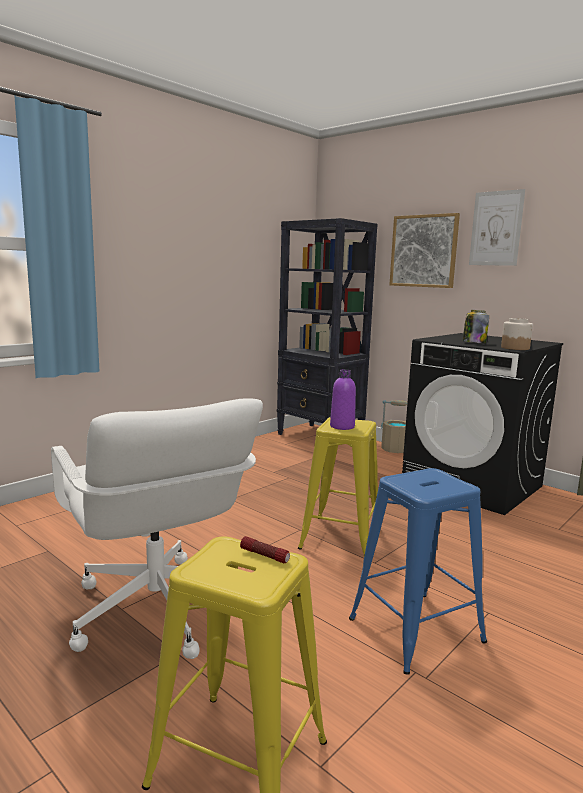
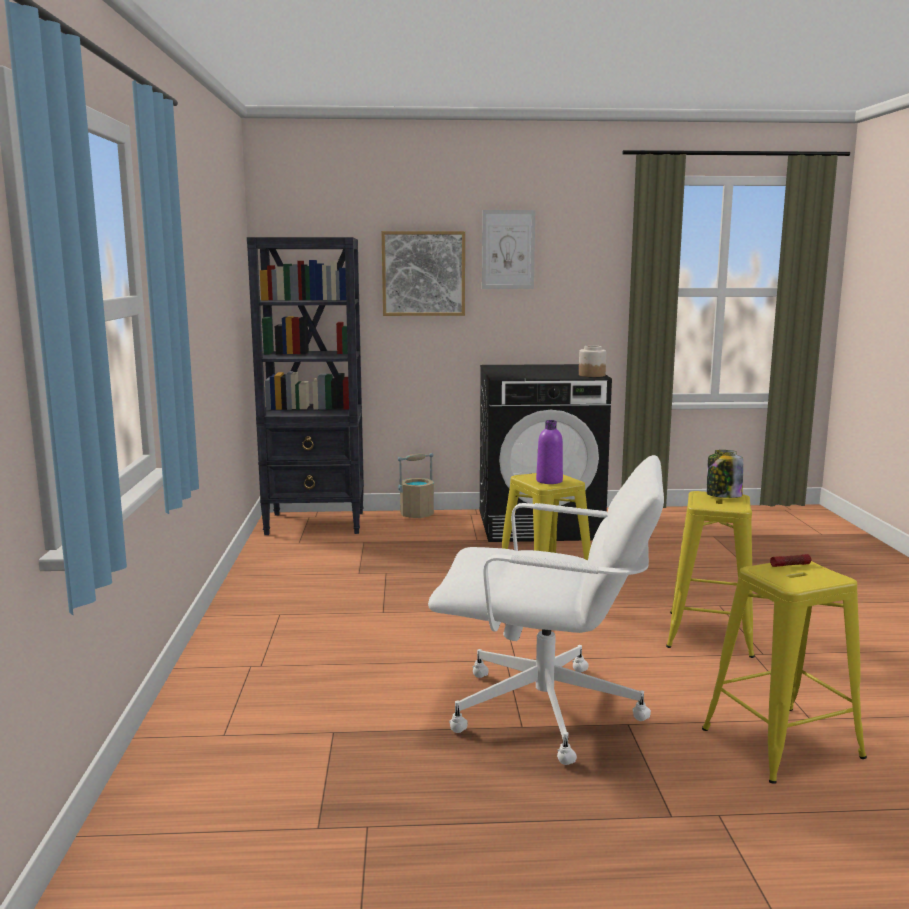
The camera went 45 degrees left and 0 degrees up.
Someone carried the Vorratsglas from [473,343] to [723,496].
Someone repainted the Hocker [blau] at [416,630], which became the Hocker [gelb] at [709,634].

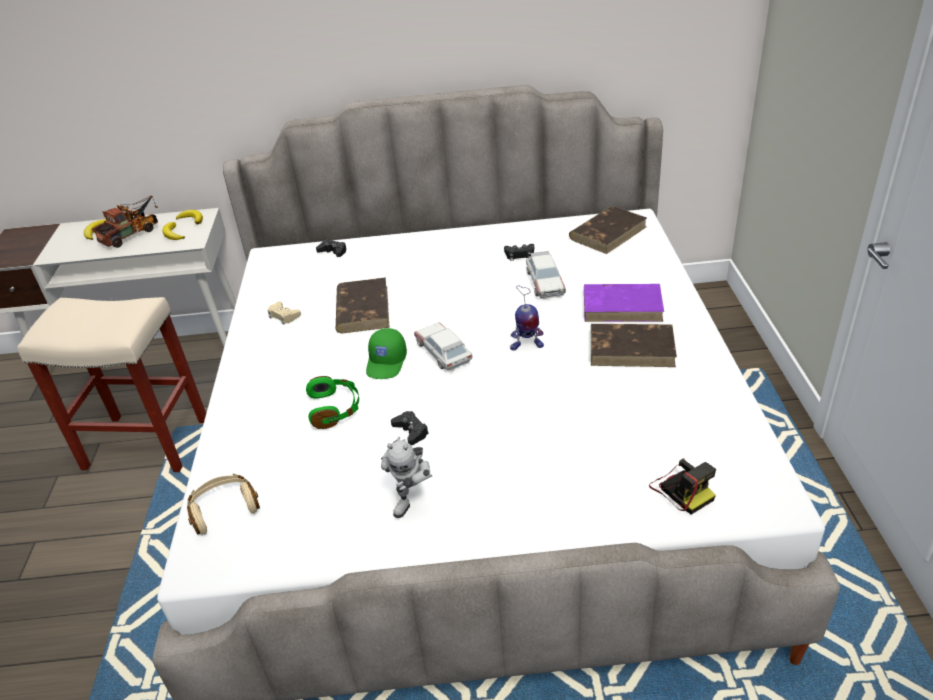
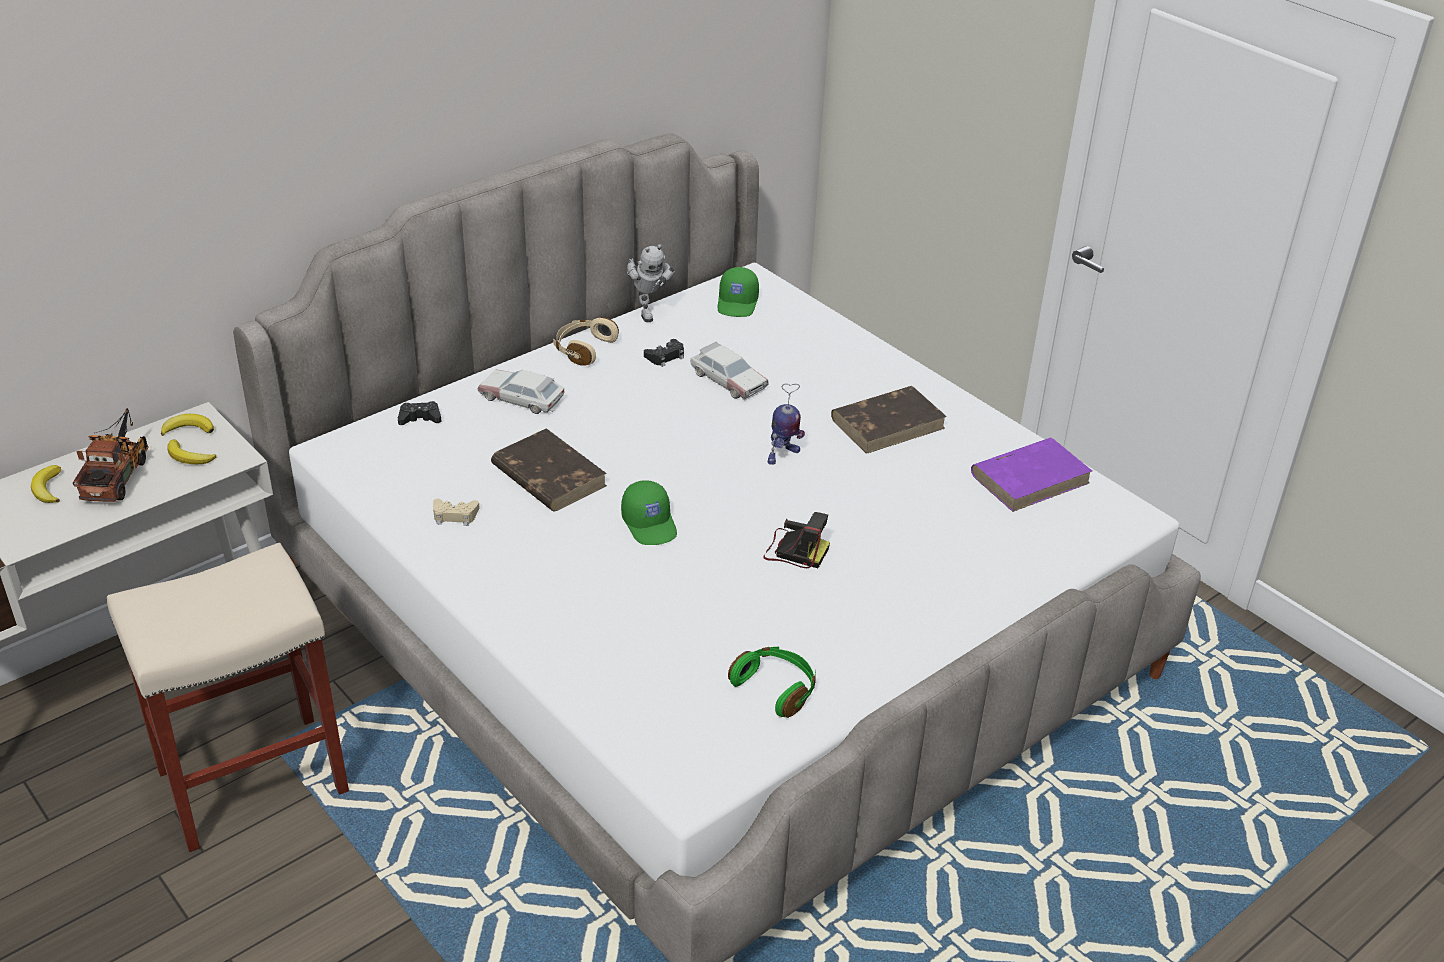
The camera went 40 degrees left and 0 degrees up.
Someone swapped the Buch [braun] at [608,232] for the Kappe [grün] at [738,303].
Someone carried the Buch [lila] from [623,306] to [1030,478].
Someone carried the Spielzeugauto from [444,352] to [522,398].
Someone carried the Kopfhörer [grün] from [335,409] to [776,688].
Someone took away the Gamepad [schwarz] at [411,431].
Someone carried the Spielzeugroboter from [413,498] to [647,310].
Someone carried the Kamera from [681,490] to [794,551].
Someone carried the Kopfhörer [beige] from [224,509] to [583,349].

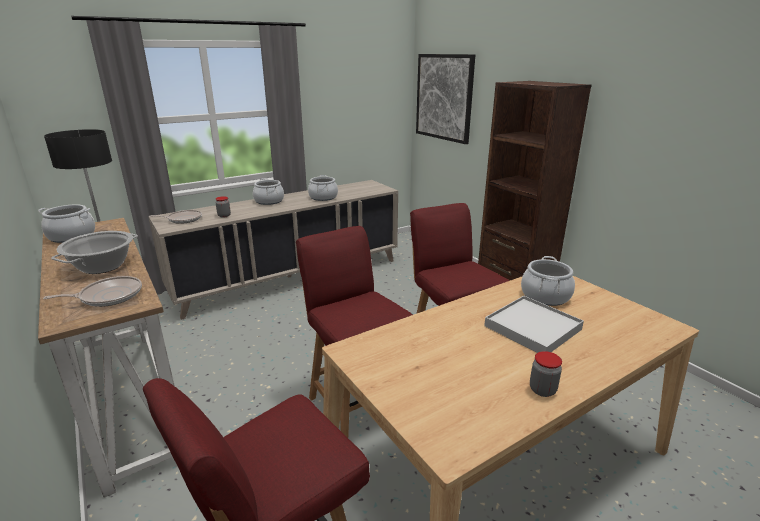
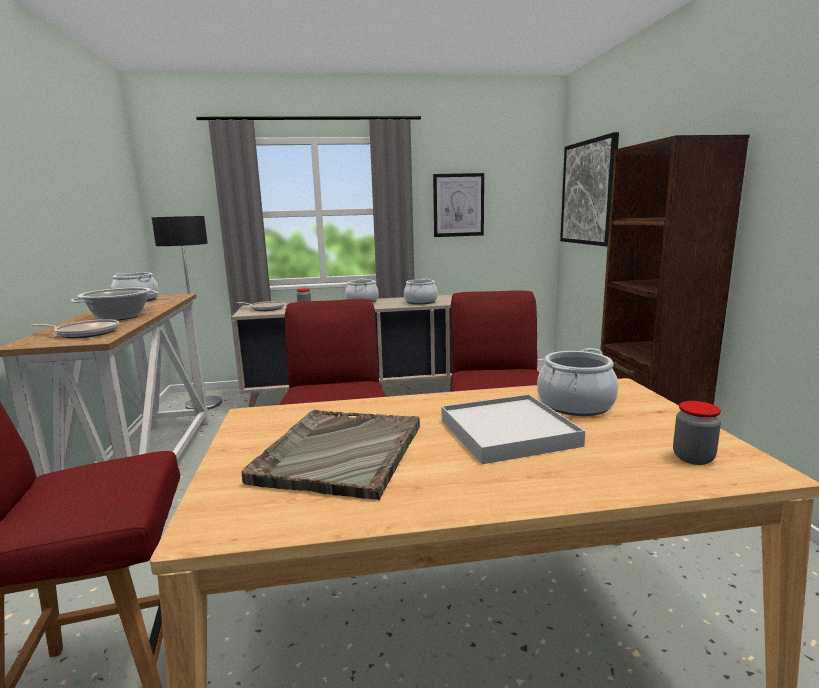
The camera went 25 degrees right and 10 degrees down.
Someone carried the Vorratsglas from [542,390] to [693,458].
Someone put up the Bild at [458,205].
Someone put down the Tablett [grau] at [339,453].

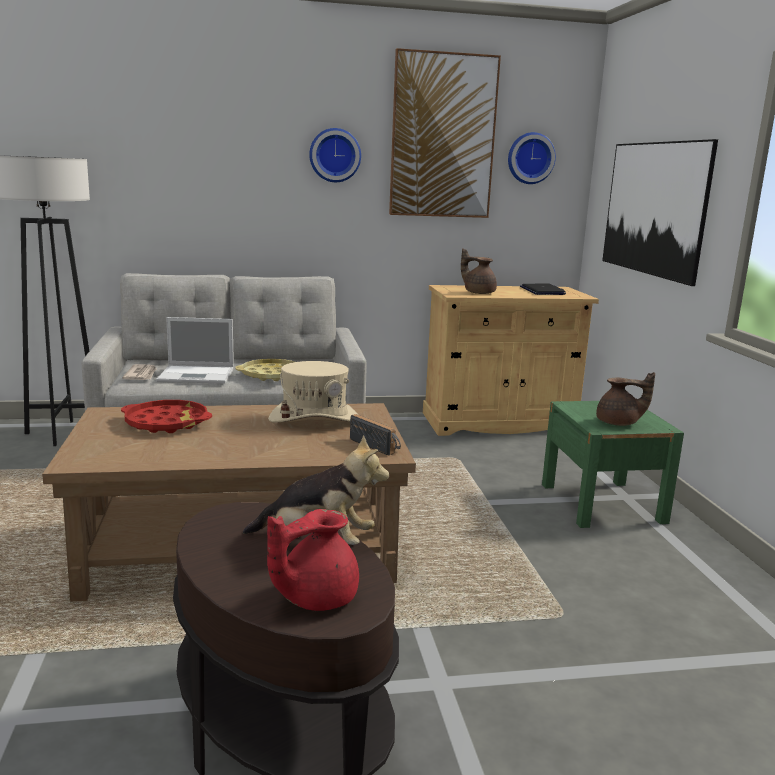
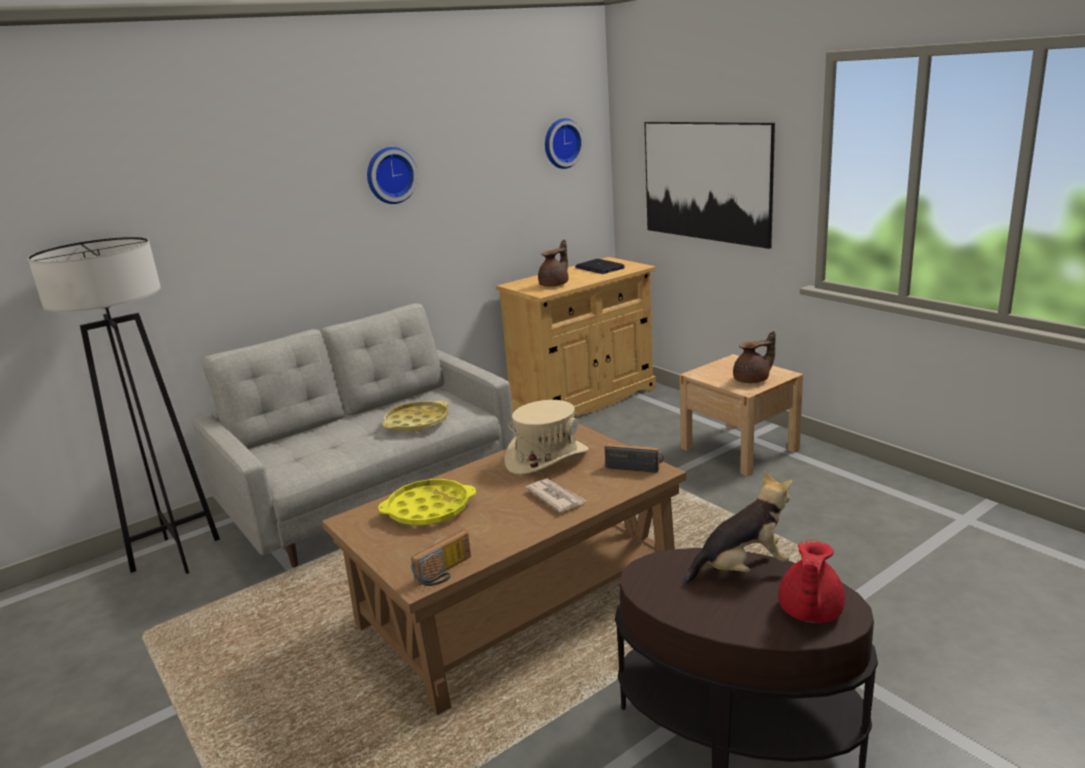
The camera went 25 degrees left and 5 degrees up.
Someone took away the Bild at [443,136].
Someone rotated the Teekanne [braun] at [478,292] by 120 degrees clockwise.
Someone took away the Laptop at [198,375].
Someone carried the Zeitung from [141,375] to [556,497].
Someone repainted the Tablett [rot] at [166,423], which became the Tablett [gelb] at [429,509].
Someone repainted the Nachttisch [grün] at [602,503], which became the Nachttisch [beige] at [739,449].
Someone put down the Radio at [445,573].

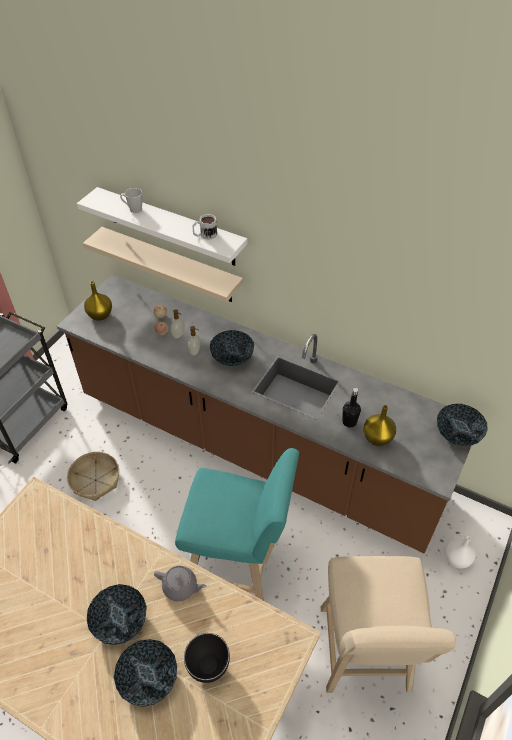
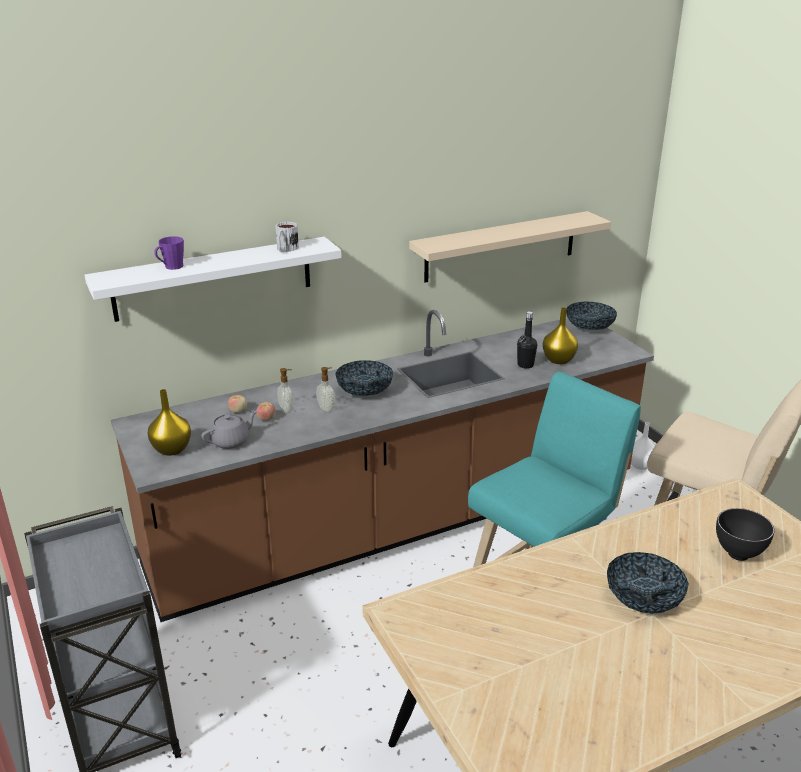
The camera went 55 degrees left and 20 degrees down.
Someone repainted the Henkelbecher [grau] at [133,209], which became the Henkelbecher [lila] at [171,267].
Someone carried the Wandregal [beige] from [171,265] to [501,246].
Someone took away the Korb at [96,480].
Someone carried the Teekanne [grau] from [180,587] to [231,441].
Someone took away the Schüssel at [148,678].

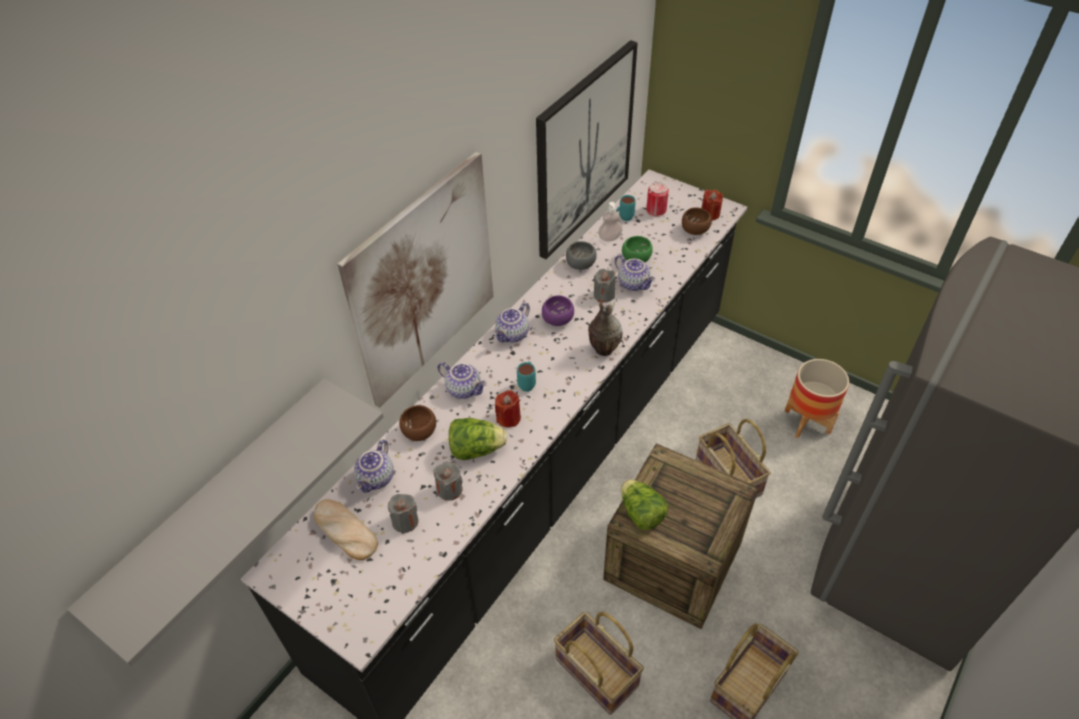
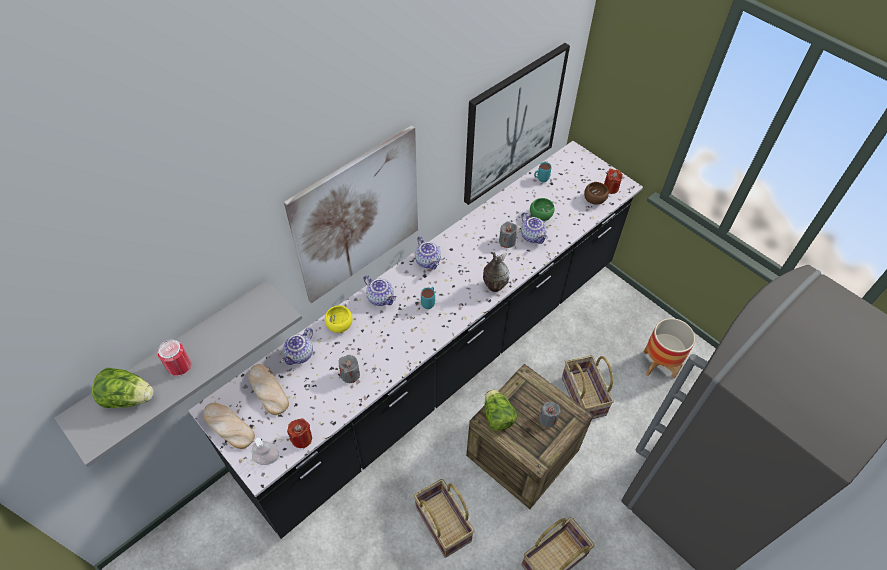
The camera went 10 degrees right and 5 degrees up.
Someone carried the Dose from [656,210] to [179,366].
Someone carried the Seifenspender from [610,238] to [267,459].
Someone took away the Schüssel [grau] at [581,264].
Someone took away the Schüssel [lila] at [558,320].
Someone rotated the Teekanne at [513,335] by 75 degrees counterclockwise.
Someone carried the Kerze [rot] from [508,418] to [302,438].
Someone repainted the Schüssel [braun] at [420,431], which became the Schüssel [gelb] at [340,324].
Someone carried the Salatkopf from [476,449] to [129,397].
Someone carried the Kerze [grau] from [405,521] to [548,419].
Someone put down the Brot at [228,426].

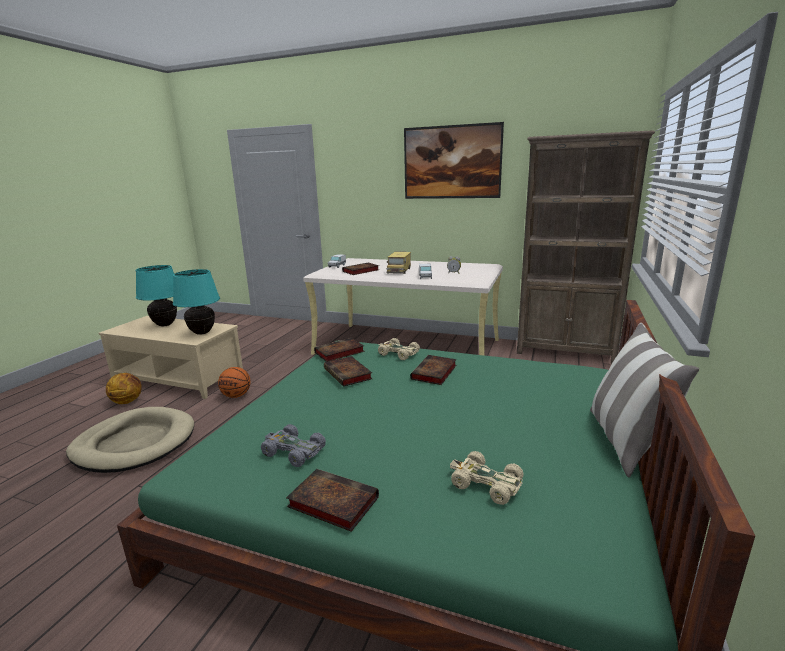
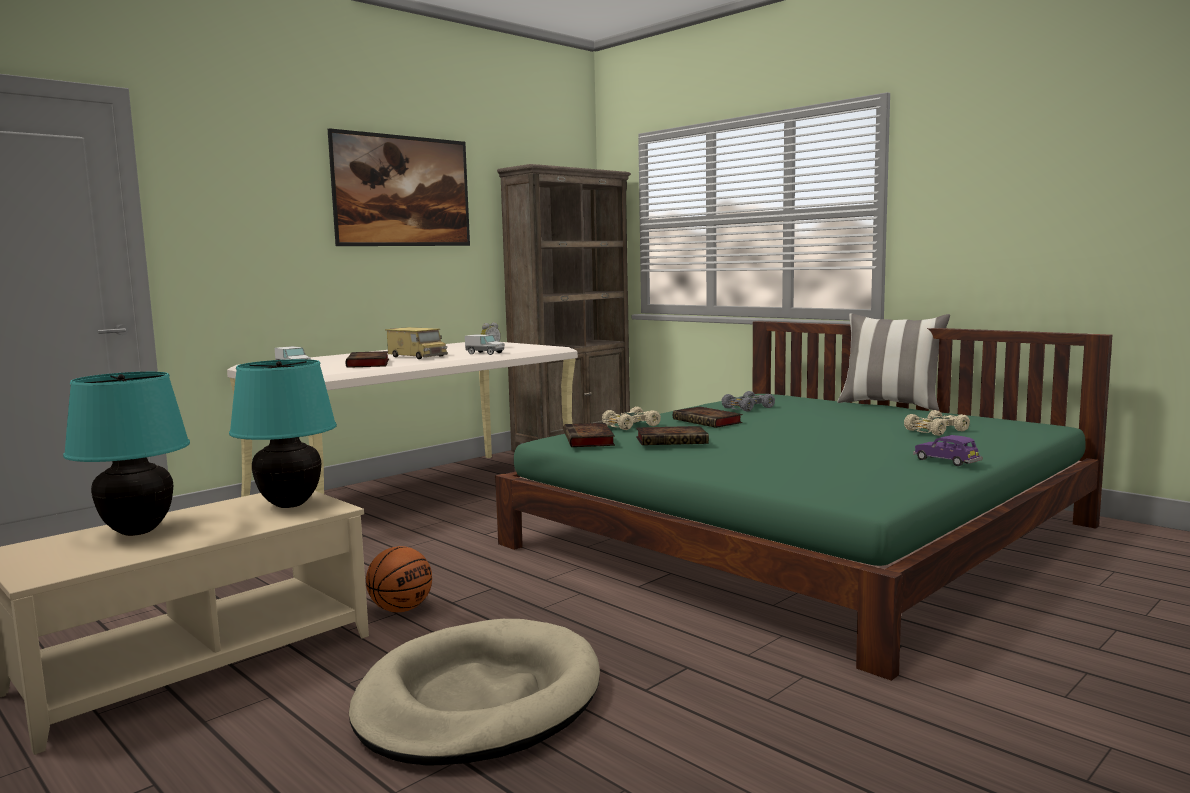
The camera went 65 degrees left and 10 degrees down.
Someone took away the Basketball at [127,401].
Someone carried the Spielzeugauto [grau] from [293,451] to [747,408].
Someone swapped the Buch at [331,502] for the Spielzeugauto [lila] at [946,462].

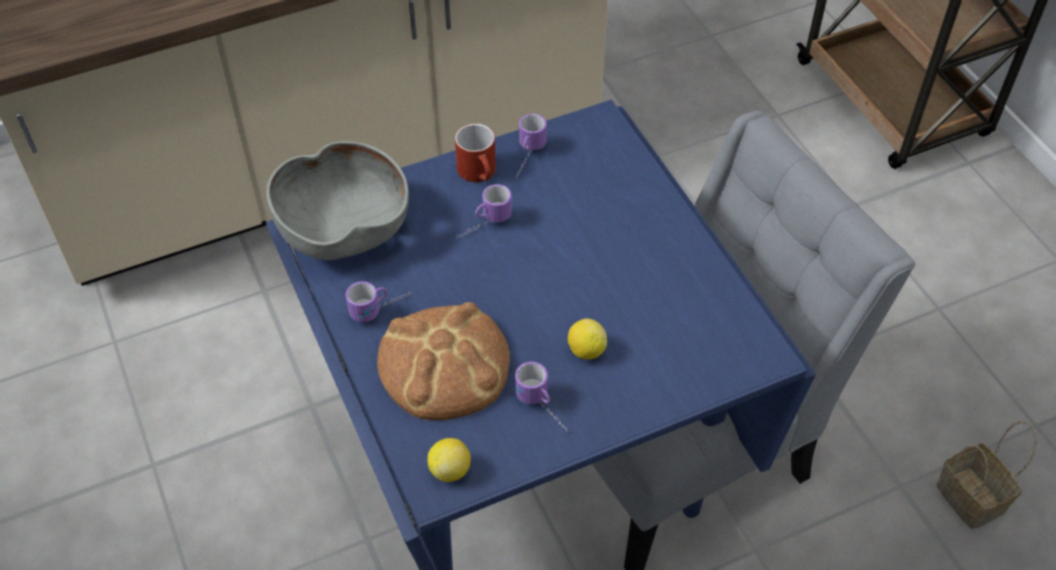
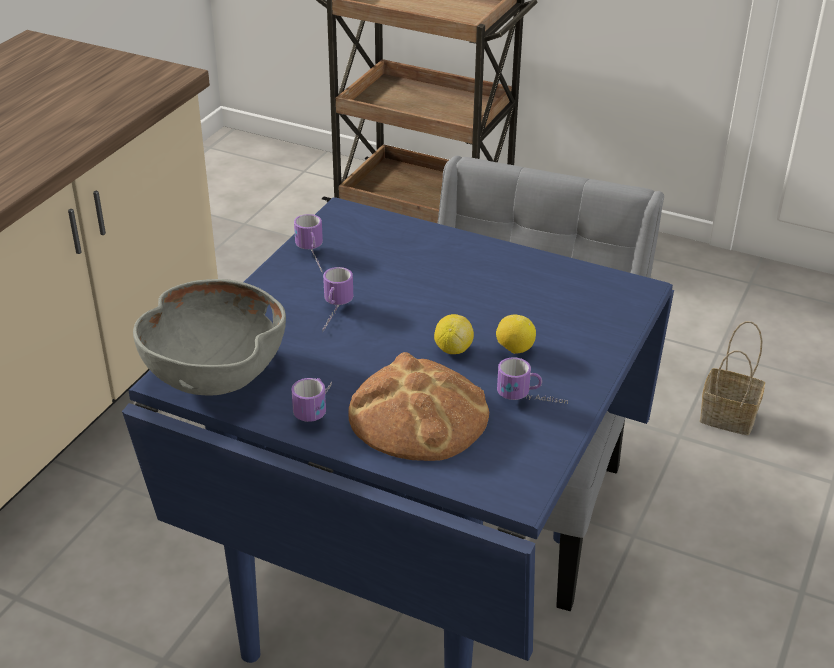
The camera went 40 degrees left and 15 degrees down.
Someone took away the Henkelbecher [rot] at [480,173].
Someone carried the Zitrone from [450,470] to [453,349].

